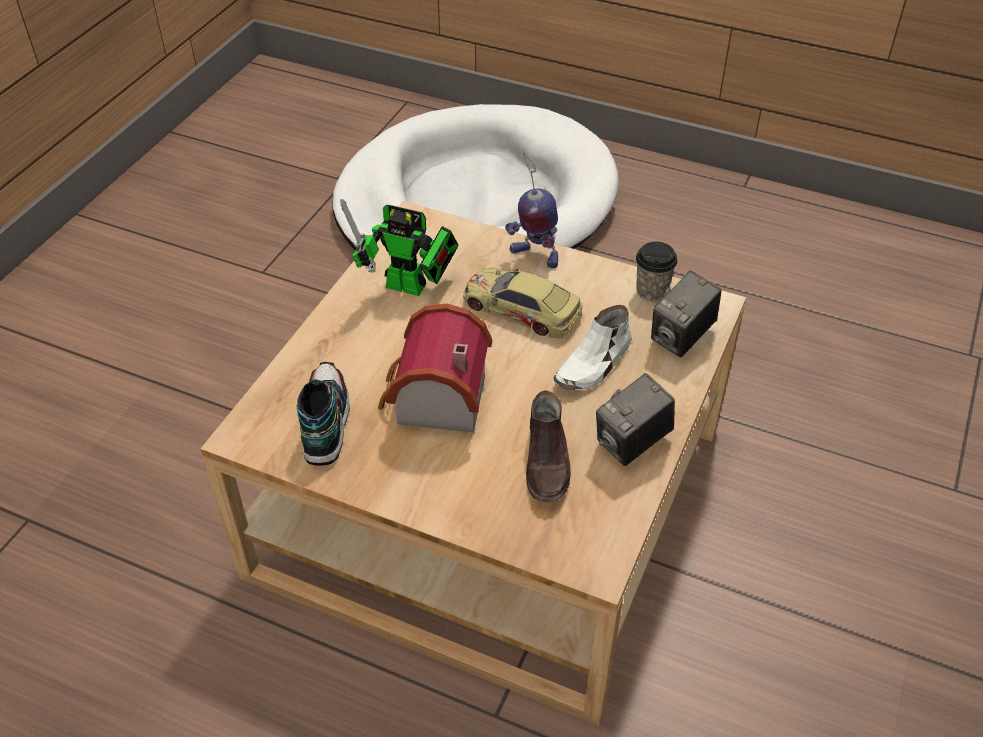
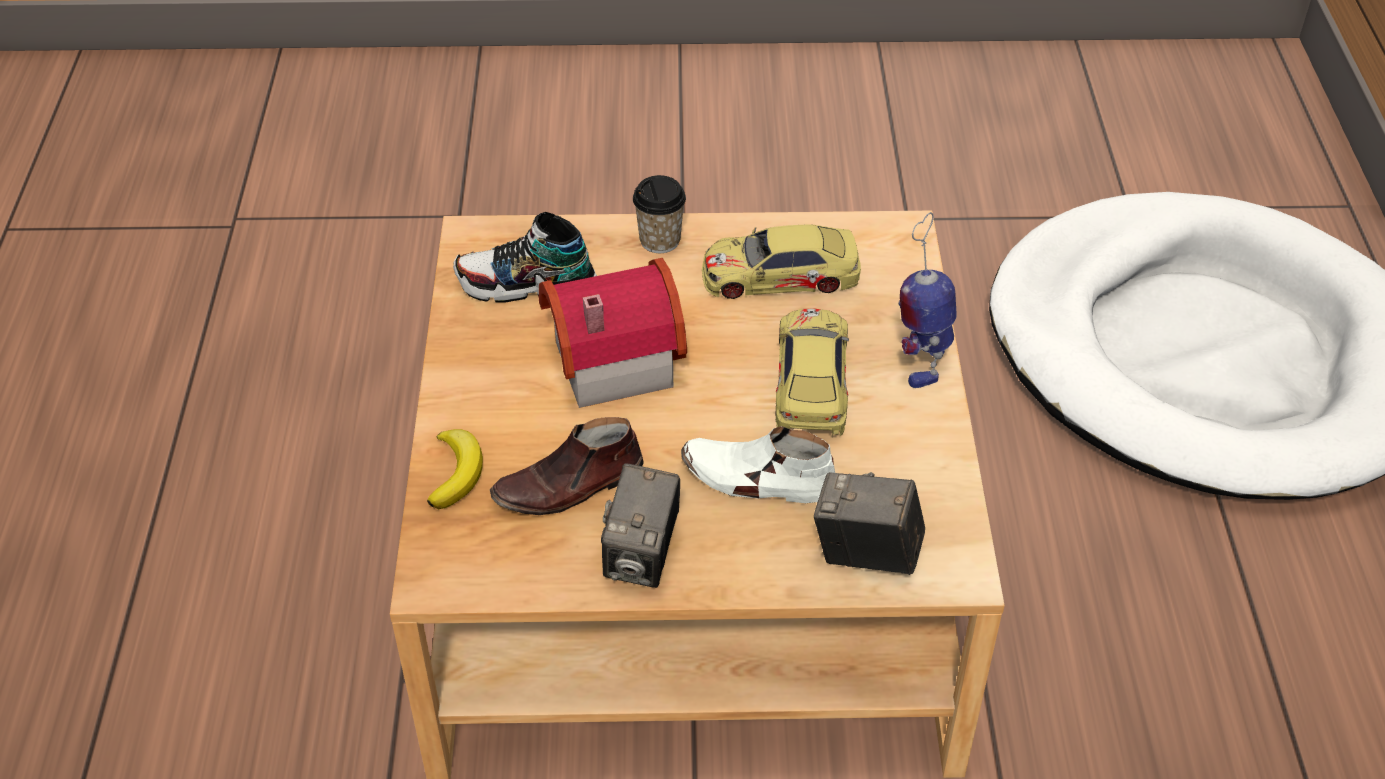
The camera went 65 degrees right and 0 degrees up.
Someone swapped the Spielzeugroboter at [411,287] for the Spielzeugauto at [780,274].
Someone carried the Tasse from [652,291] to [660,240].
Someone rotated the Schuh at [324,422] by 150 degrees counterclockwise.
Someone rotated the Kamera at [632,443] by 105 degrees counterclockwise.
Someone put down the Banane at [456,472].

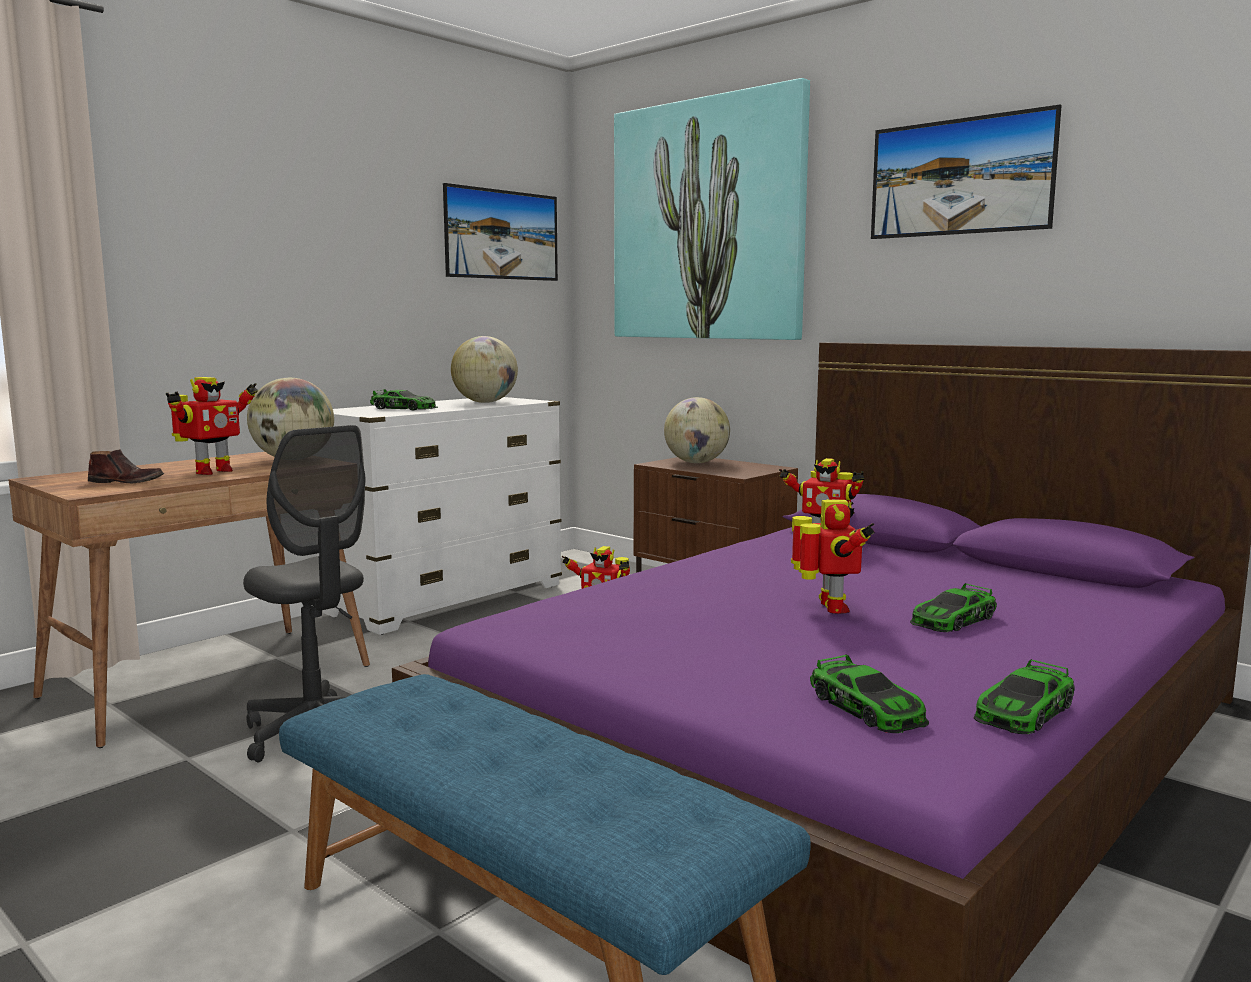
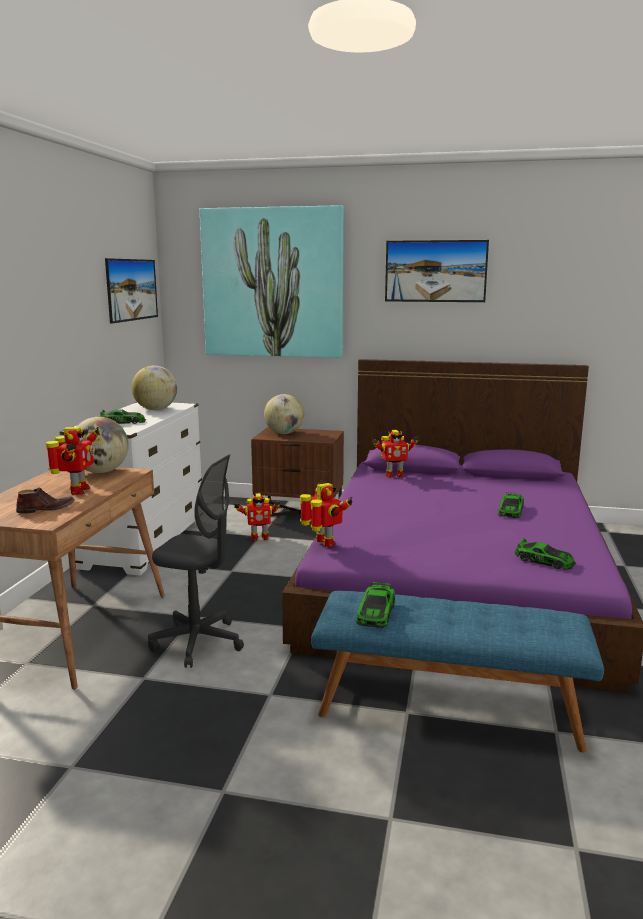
The camera went 30 degrees left and 5 degrees up.
Someone carried the Spielzeugroboter from [830,608] to [324,543].
Someone carried the Spielzeugauto from [1024,711] to [376,612].

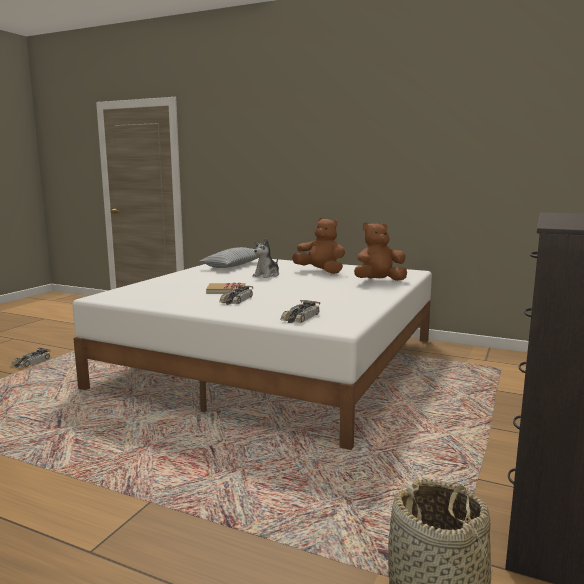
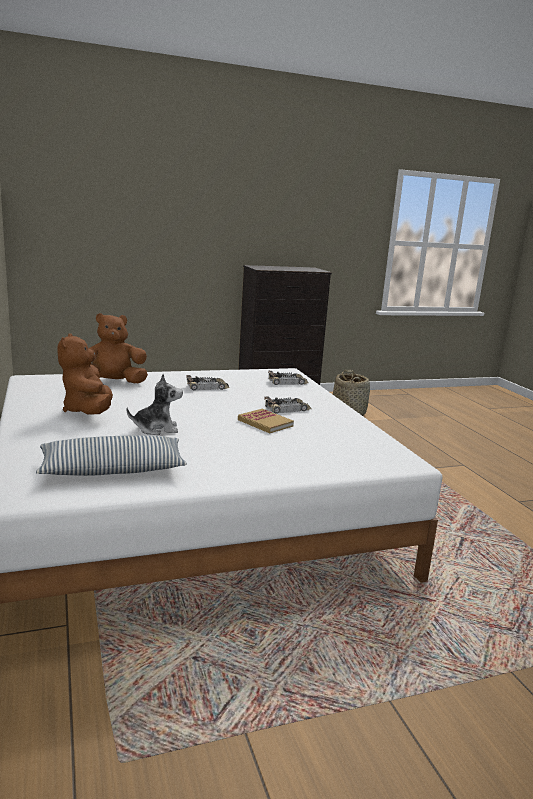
The camera went 135 degrees left and 5 degrees up.
Someone rotated the Plüschtier [braun] at [378,281] by 135 degrees clockwise.
Someone carried the Spielzeugauto from [31,362] to [208,387].

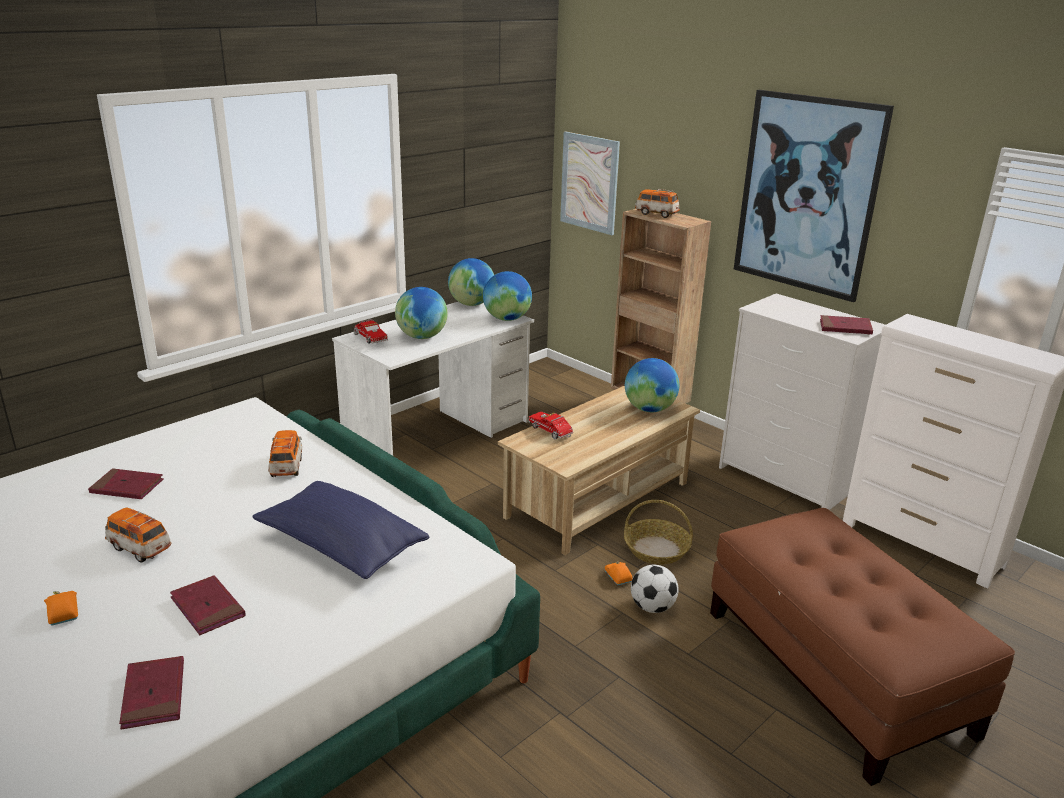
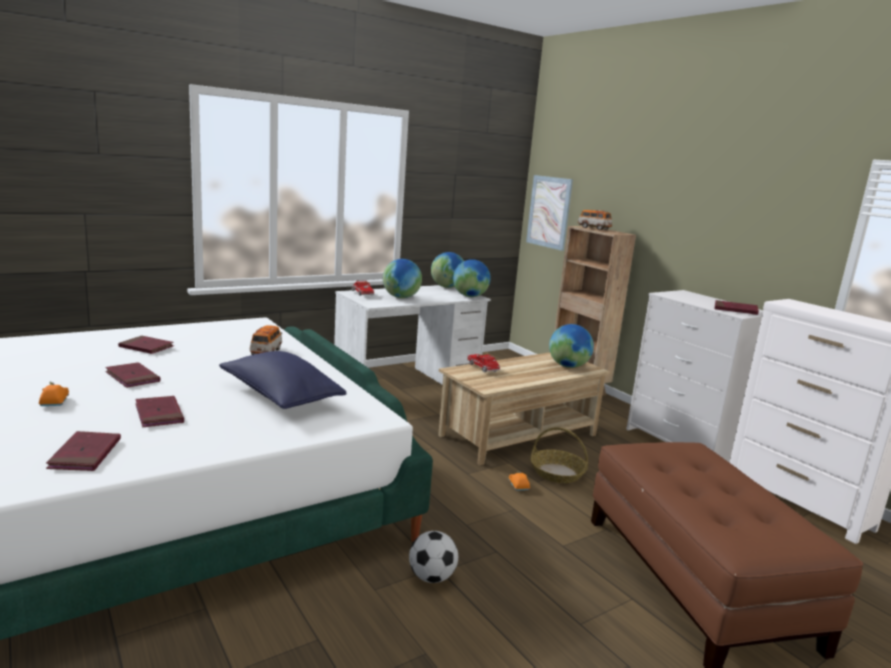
The camera went 10 degrees right and 10 degrees down.
Someone took away the Bild at [807,194].
Someone swapped the Spielzeugauto at [139,548] for the Buch [rot] at [132,377].
Someone carried the Fußball from [652,607] to [431,577].

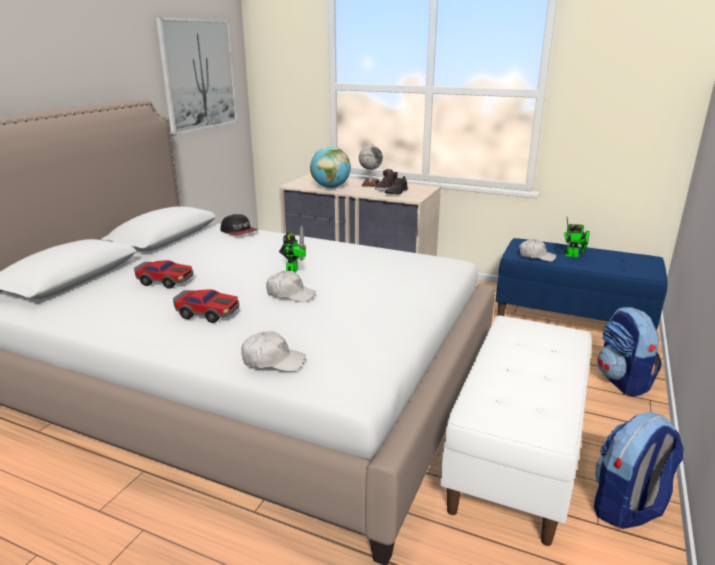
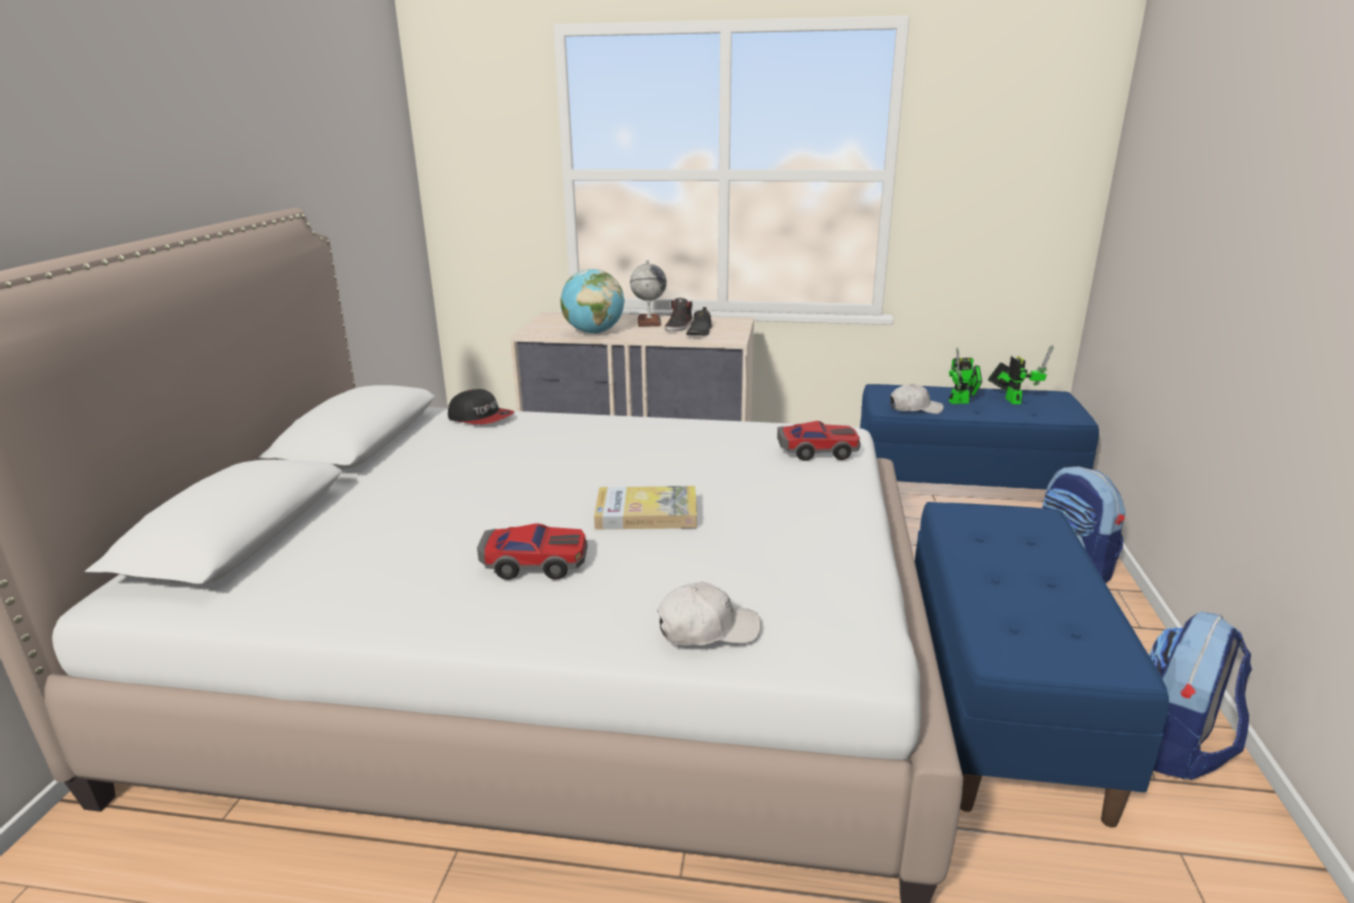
The camera went 15 degrees left and 0 degrees up.
Someone took away the Bild at [199,75].
Someone carried the Spielzeugroboter from [293,271] to [1011,400].
Someone carried the Spielzeugauto from [165,281] to [817,451].
Someone swapped the Kappe [weiß] at [290,294] for the Buch at [646,513].
Someone repainted the Bank [weiß] at [515,454], which became the Bank [blau] at [999,700].

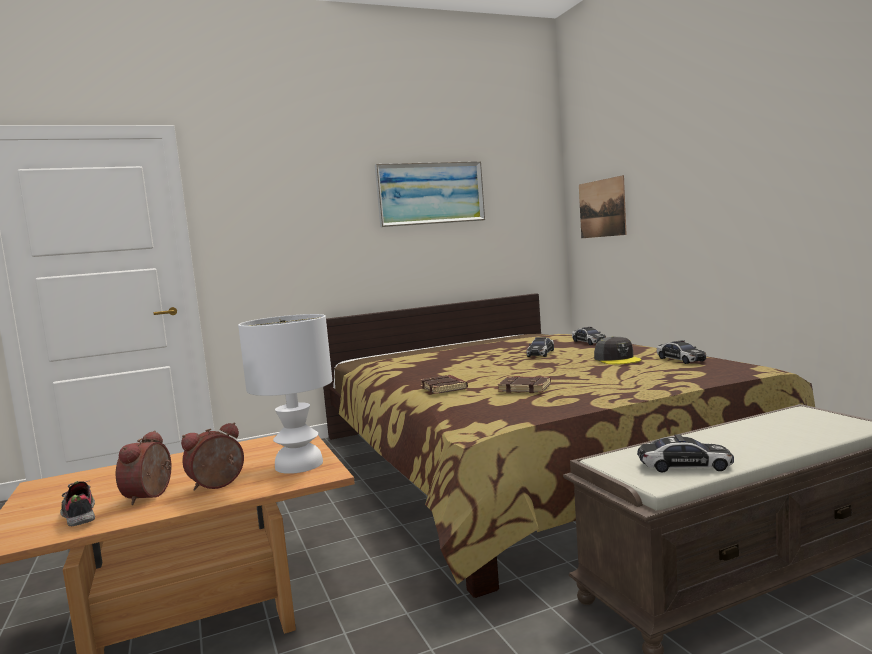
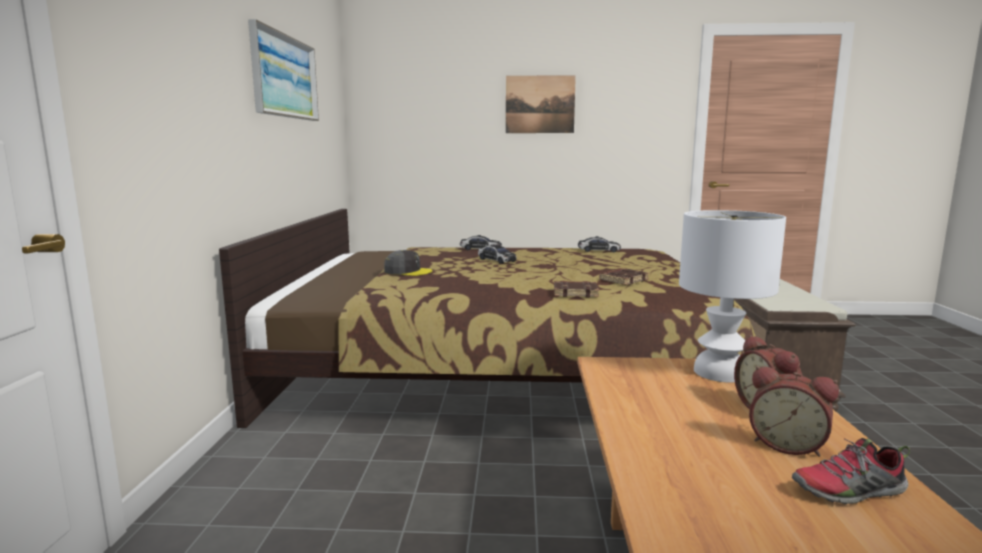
The camera went 65 degrees left and 5 degrees up.
Someone carried the Bild from [602,208] to [540,104].
Someone carried the Kappe [grau] from [617,359] to [407,271].
Someone took away the Spielzeugauto at [684,465].

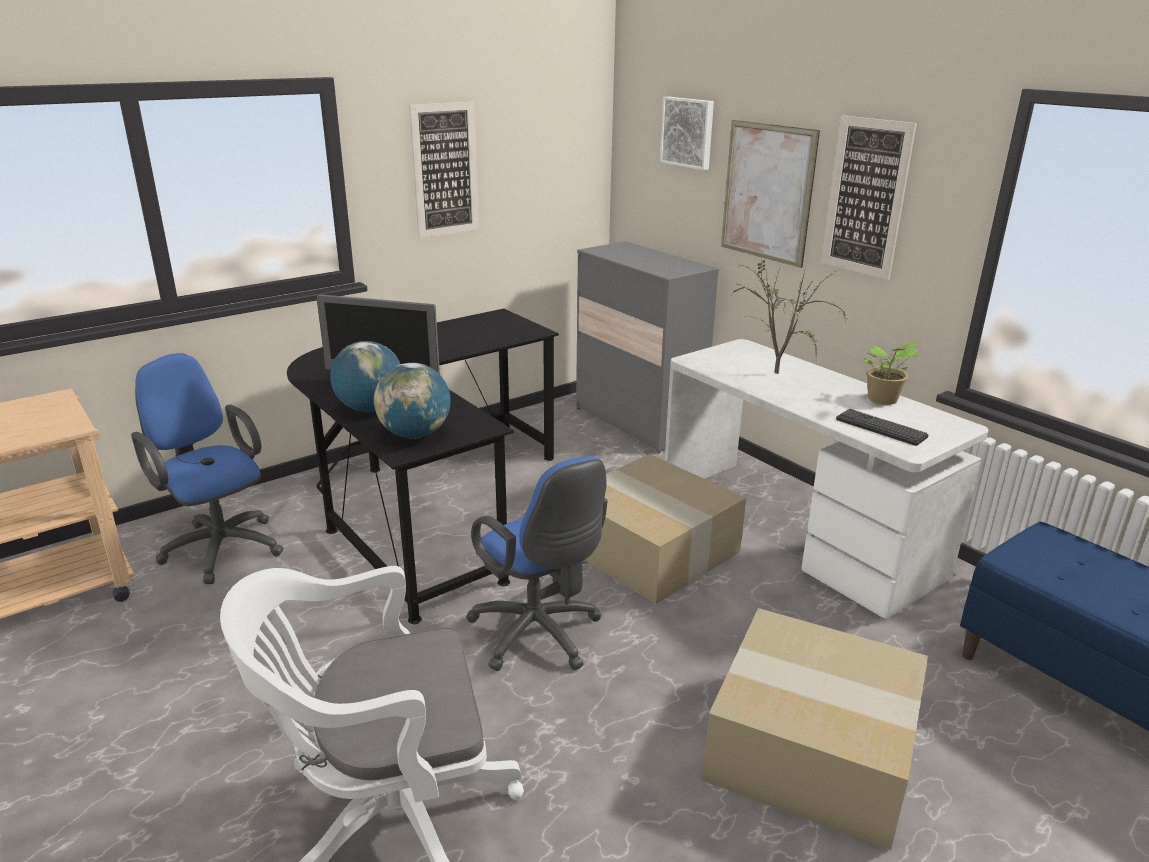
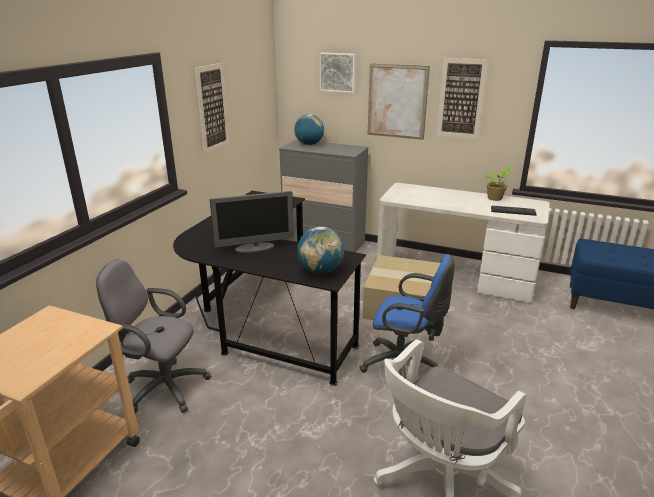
The camera went 30 degrees left and 0 degrees up.
Someone took away the Topfpflanze at [775,374].
Someone carried the Globus from [370,409] to [309,144].
Someone repainted the Bürostuhl [blau] at [220,546], which became the Bürostuhl [grau] at [161,387].
Someone took away the Karton at [808,749].

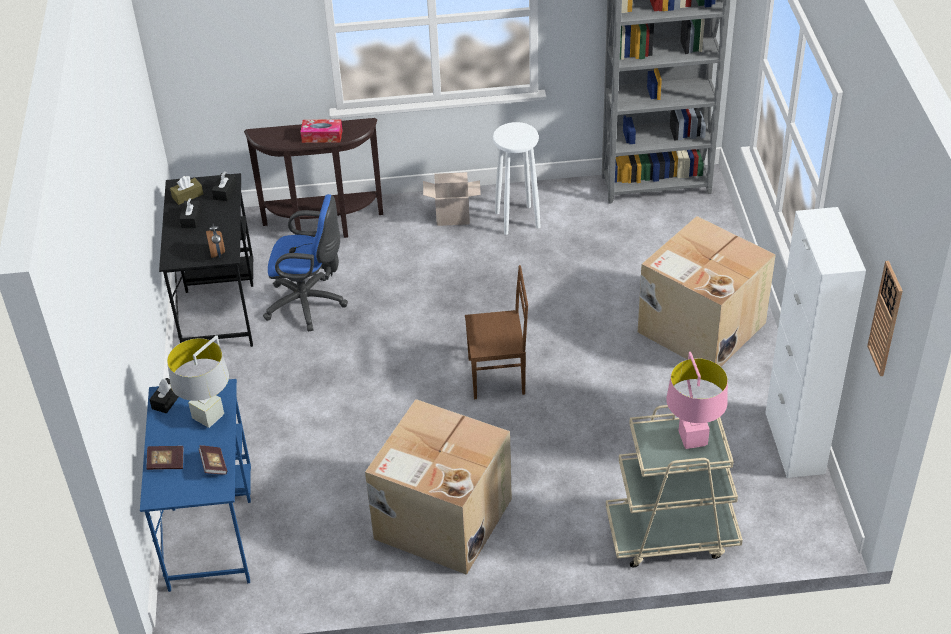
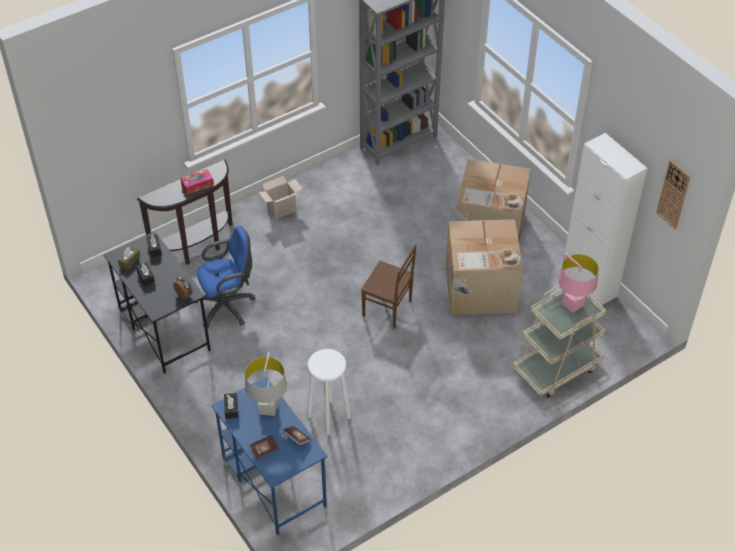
The camera went 30 degrees left and 5 degrees up.
Someone carried the Hocker [weiß] from [517,220] to [329,417].
Someone rotated the Stuhl [braun] at [498,377] by 60 degrees clockwise.
Someone carried the Karton from [441,519] to [479,289].

